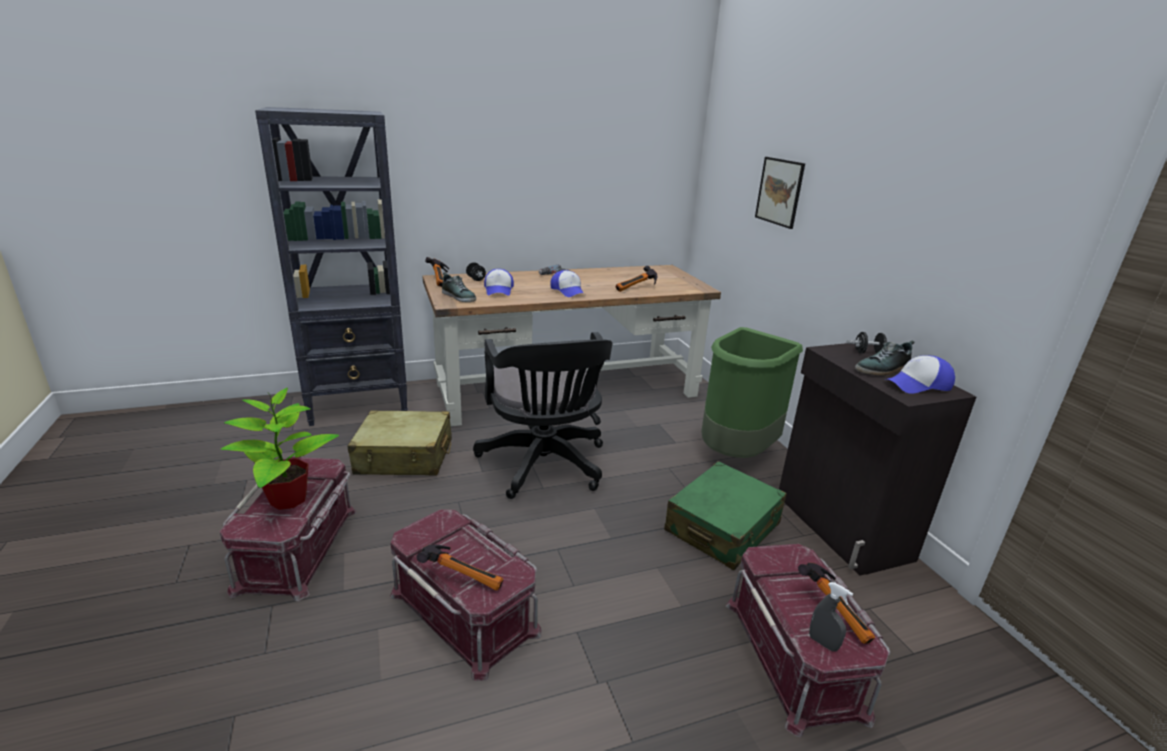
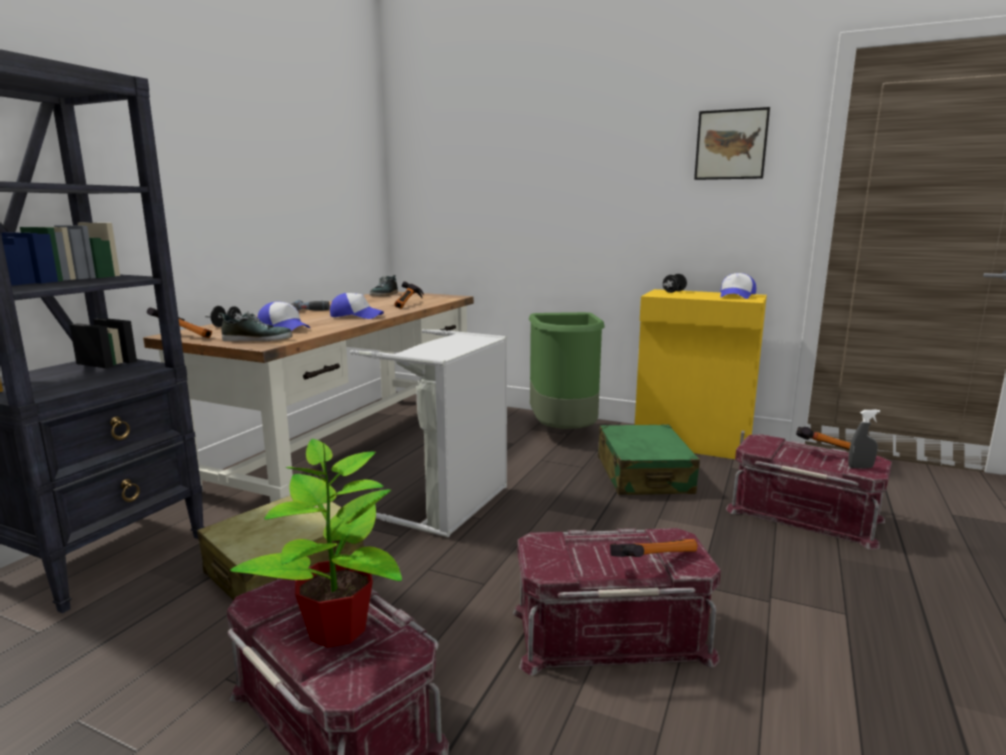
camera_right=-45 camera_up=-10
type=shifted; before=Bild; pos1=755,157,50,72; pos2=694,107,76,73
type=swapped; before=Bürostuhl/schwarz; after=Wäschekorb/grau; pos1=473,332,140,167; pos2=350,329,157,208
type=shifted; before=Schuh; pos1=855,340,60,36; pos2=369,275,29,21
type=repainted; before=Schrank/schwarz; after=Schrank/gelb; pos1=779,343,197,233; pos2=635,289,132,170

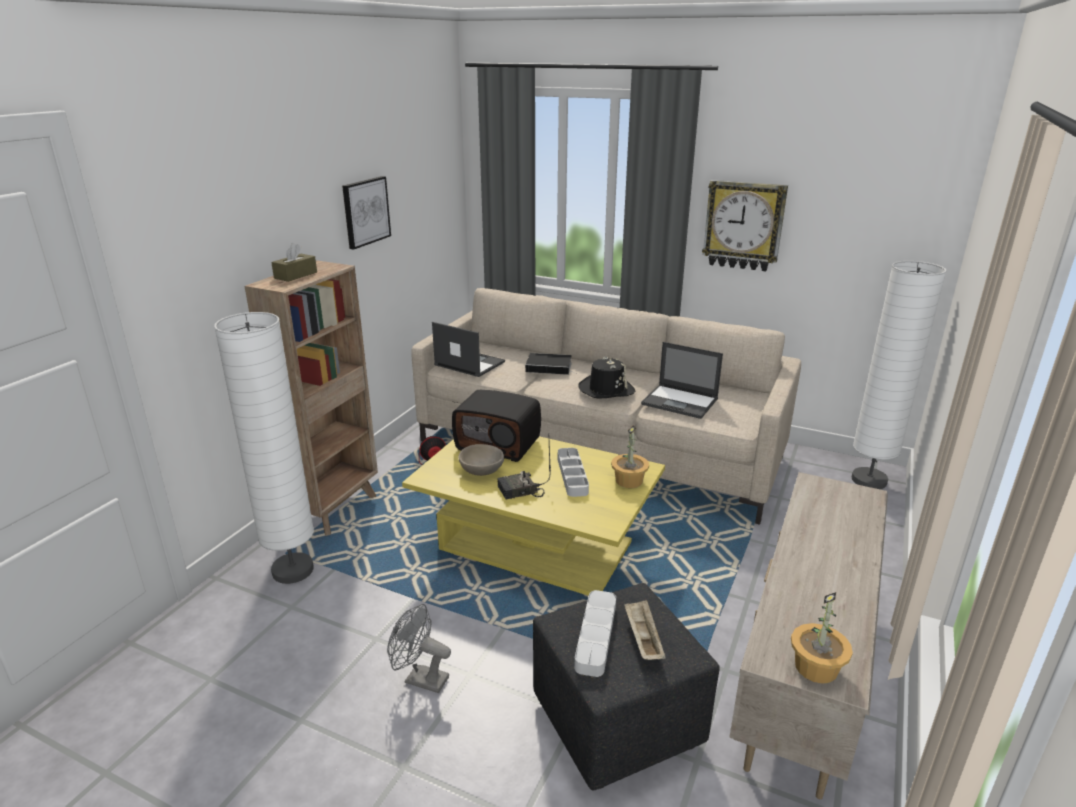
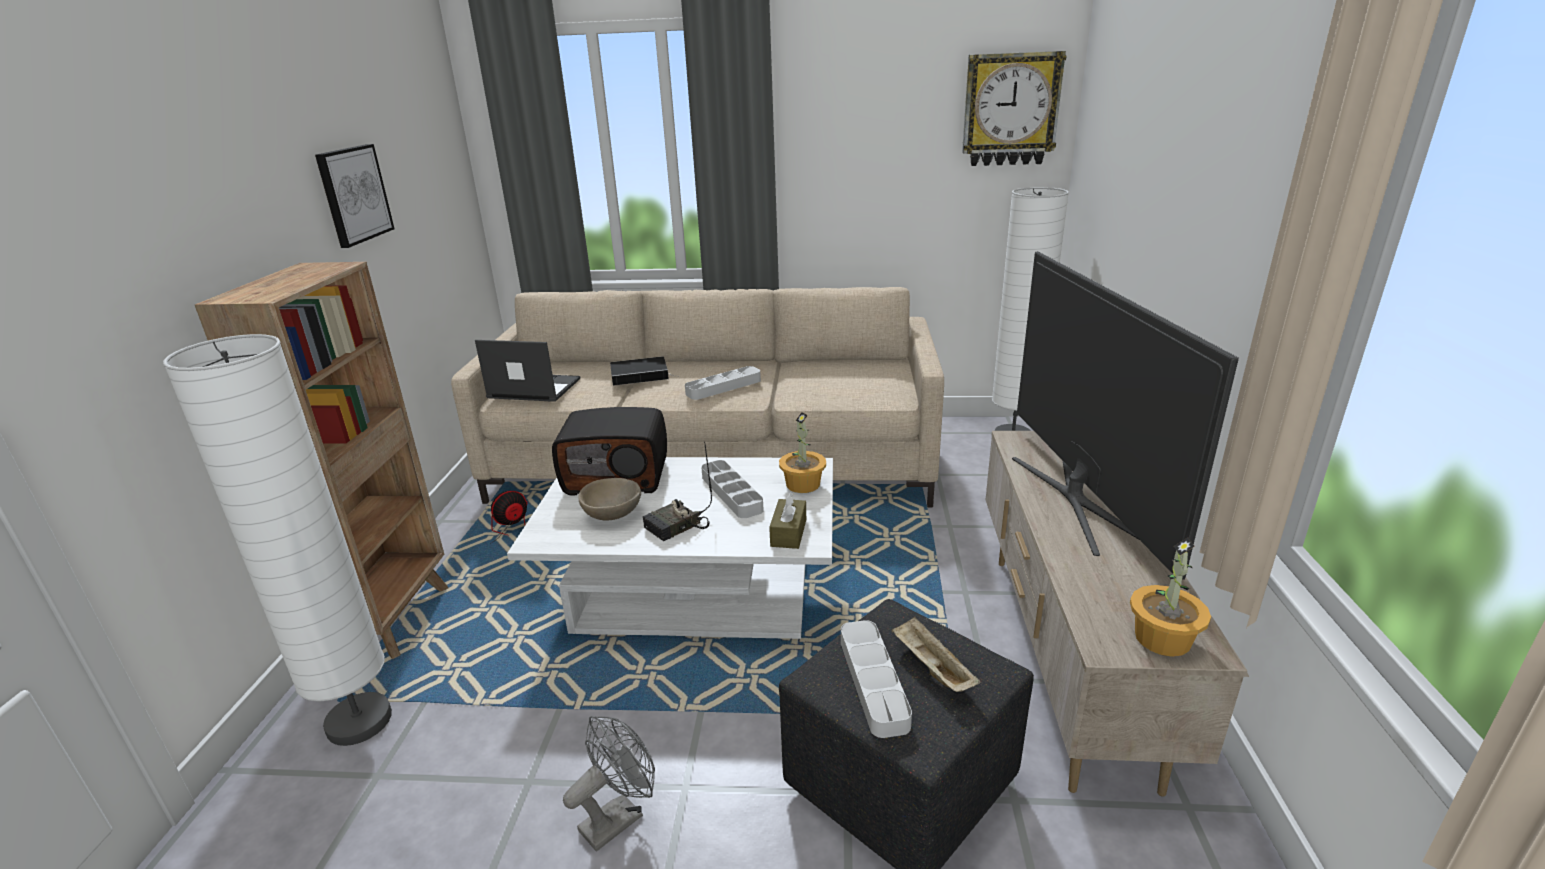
camera_right=-20 camera_up=0
type=shifted; before=Wanduhr; pos1=702,180,86,91; pos2=962,51,105,115
type=shifted; before=Taschentuchbox/braun; pos1=271,243,46,39; pos2=769,492,37,57
type=gone; before=Laptop; pos1=641,342,82,77
type=swapped; before=Hut/schwarz; after=Tablett/grau; pos1=578,356,57,43; pos2=685,366,76,34
type=repainted; before=Couchtisch/gelb; after=Couchtisch/weiß; pos1=402,436,263,160; pos2=507,457,326,182
type=rotated; before=Ventilator/grau; pos1=387,604,64,89; pos2=563,716,92,135; turn=135
type=new; after=Fernseher; pos2=1012,251,227,329

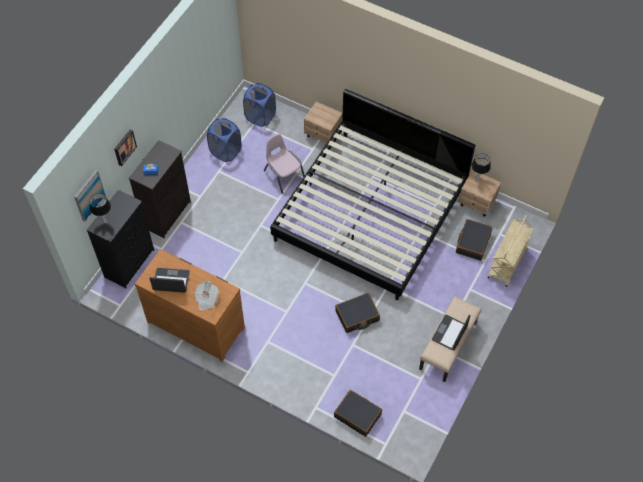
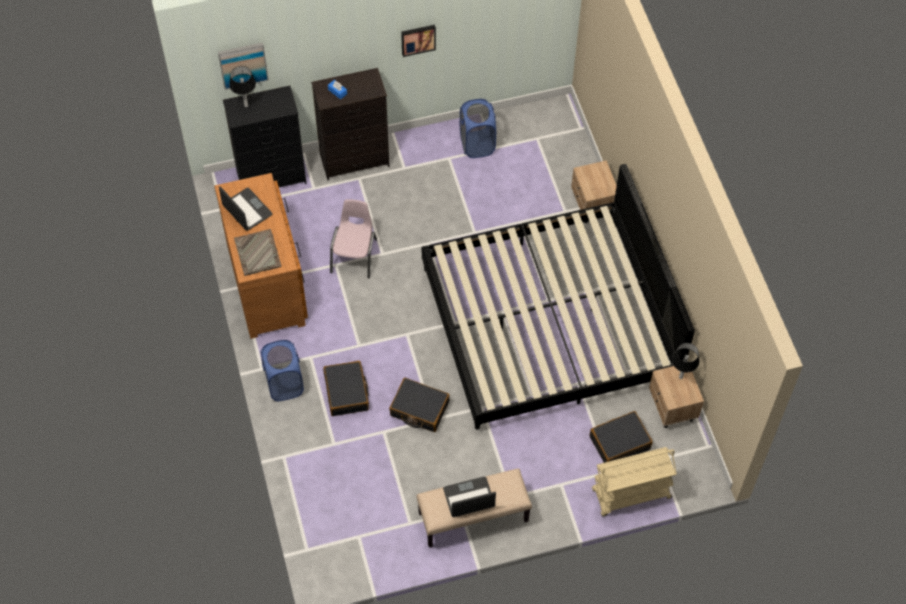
camera_right=45 camera_up=0
type=shifted; before=Wäschekorb/blau; pos1=243,83,33,44; pos2=261,340,43,61
type=shifted; before=Bild; pos1=114,130,23,36; pos2=401,25,35,32
type=shifted; before=Stuhl/rosa; pos1=264,134,41,60; pos2=330,199,47,80
type=swapped; before=Zeitung; after=Tablett/grau; pos1=194,281,25,29; pos2=234,229,48,47
type=shifted; before=Koffer/schwarz; pos1=334,390,48,47; pos2=323,361,46,55

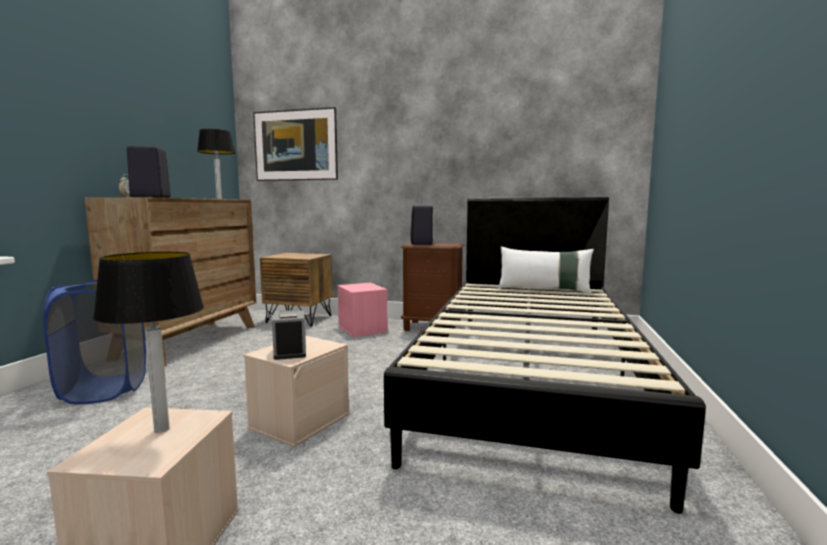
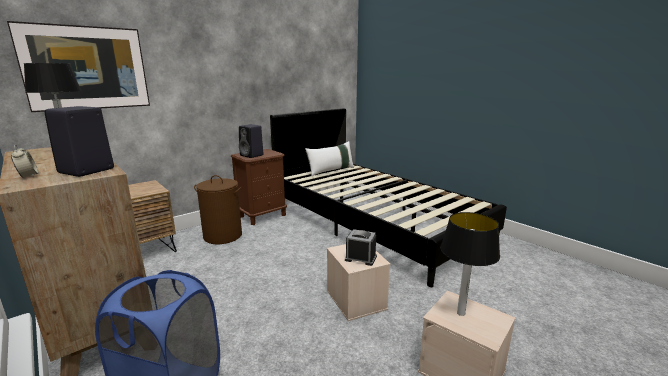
camera_right=-55 camera_up=10
type=swapped; before=Aufbewahrungsbox/rosa; after=Wäschekorb/braun; pos1=337,283,51,54; pos2=194,175,48,69

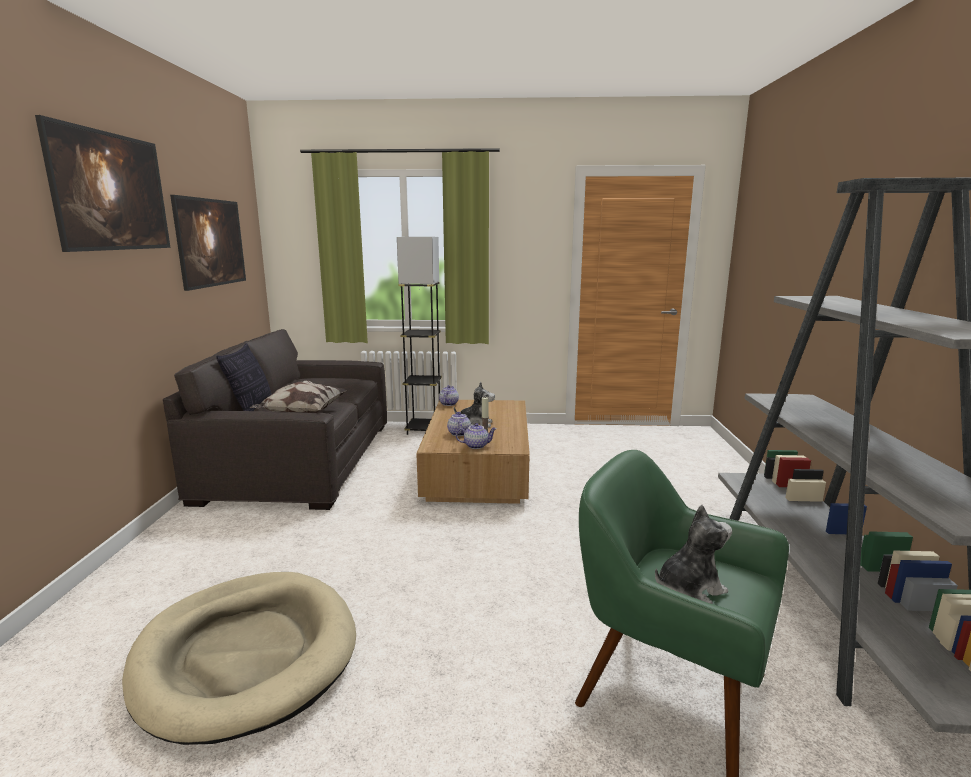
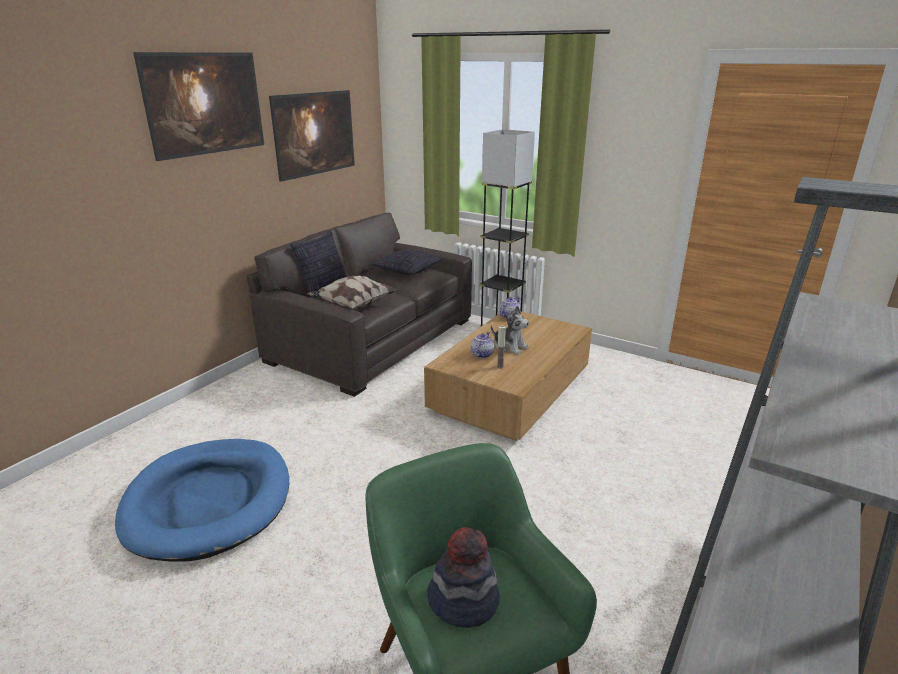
camera_right=30 camera_up=10
type=gone; before=Teekanne; pos1=456,423,41,26
type=swapped; before=Plüschtier; after=Hut; pos1=655,505,77,99; pos2=427,527,72,101
type=repainted; before=Hundebett/beige; after=Hundebett/blau; pos1=122,572,234,173; pos2=115,439,174,123
type=new; after=Kissen; pos2=370,249,73,26

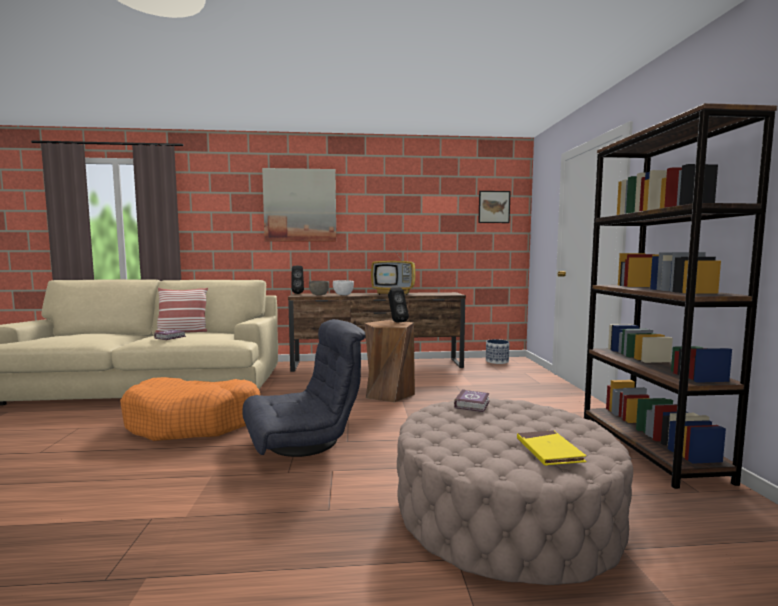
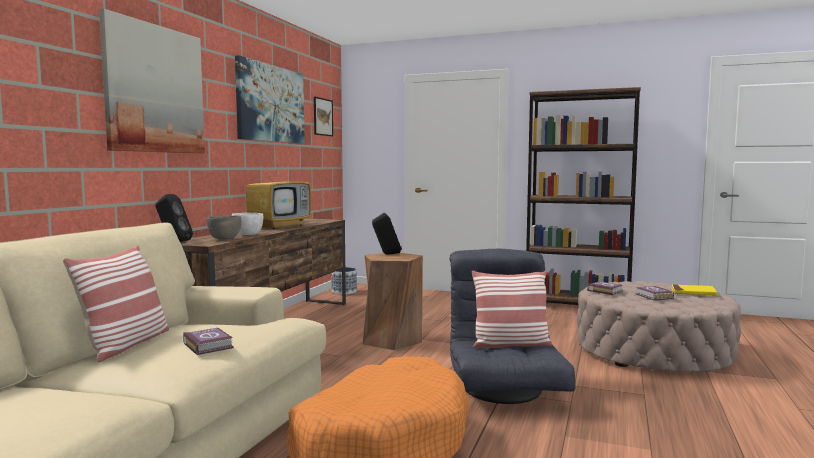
camera_right=-65 camera_up=0
type=new; after=Bild; pos2=235,55,70,89
type=new; after=Kissen; pos2=472,271,80,77
type=new; after=Buch; pos2=635,286,39,14

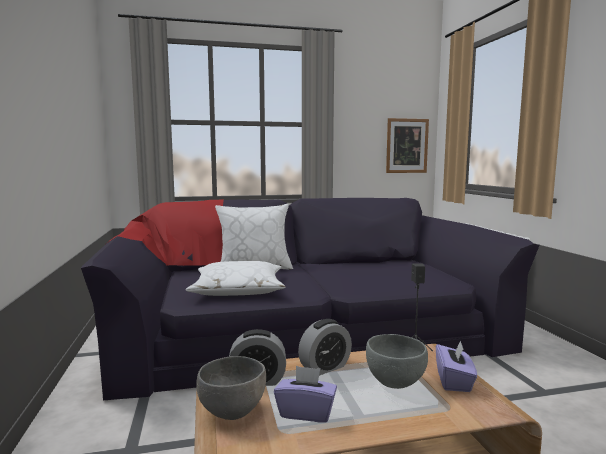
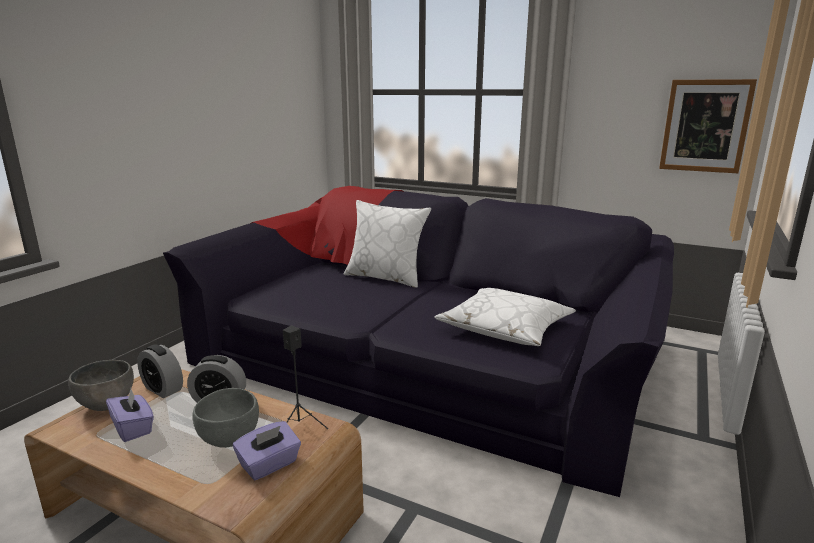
camera_right=40 camera_up=10
type=shifted; before=Kissen/weiß; pos1=185,261,101,35; pos2=434,288,142,58

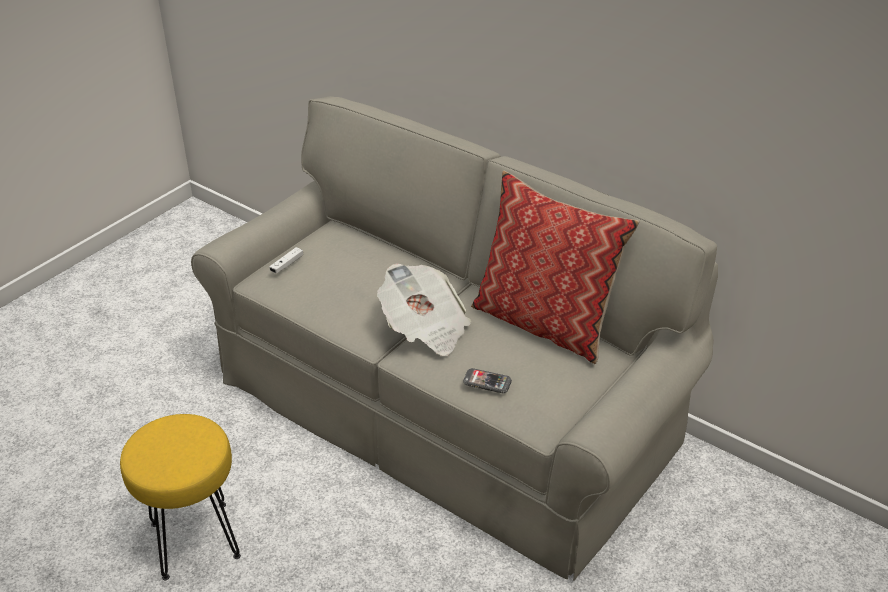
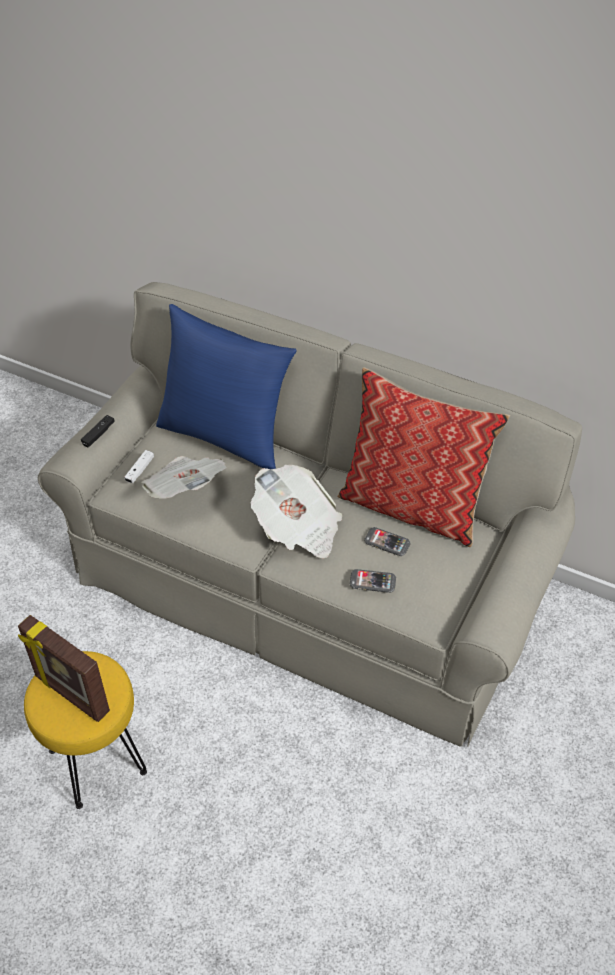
camera_right=-10 camera_up=10
type=new; after=Kissen/blau; pos2=156,304,141,165
type=new; after=Gamepad/schwarz; pos2=81,415,34,32
type=new; after=Zeitung; pos2=141,456,86,43
type=new; after=Handy; pos2=364,527,46,29
type=new; after=Bilderrahmen; pos2=18,615,92,107

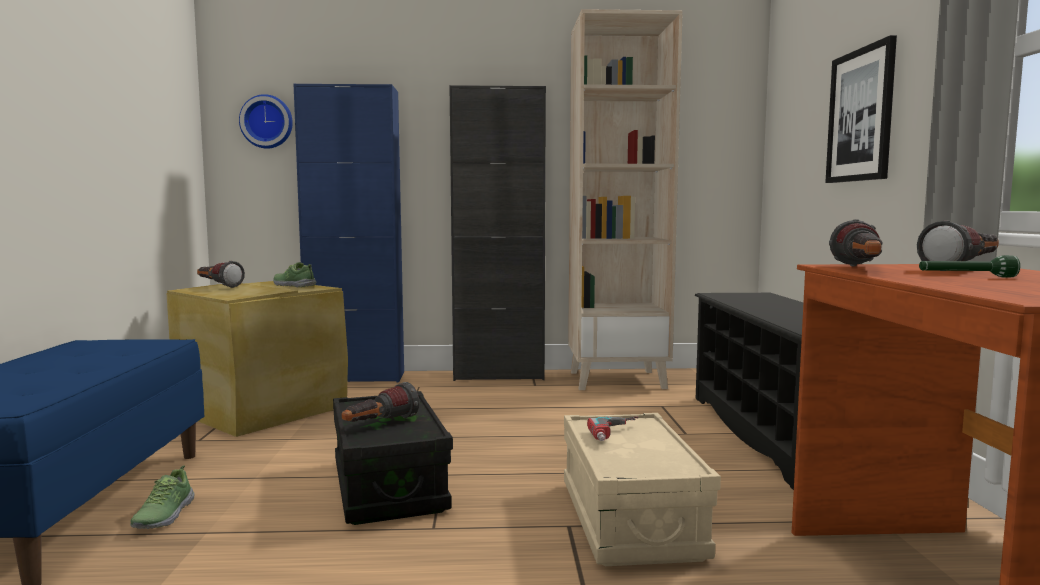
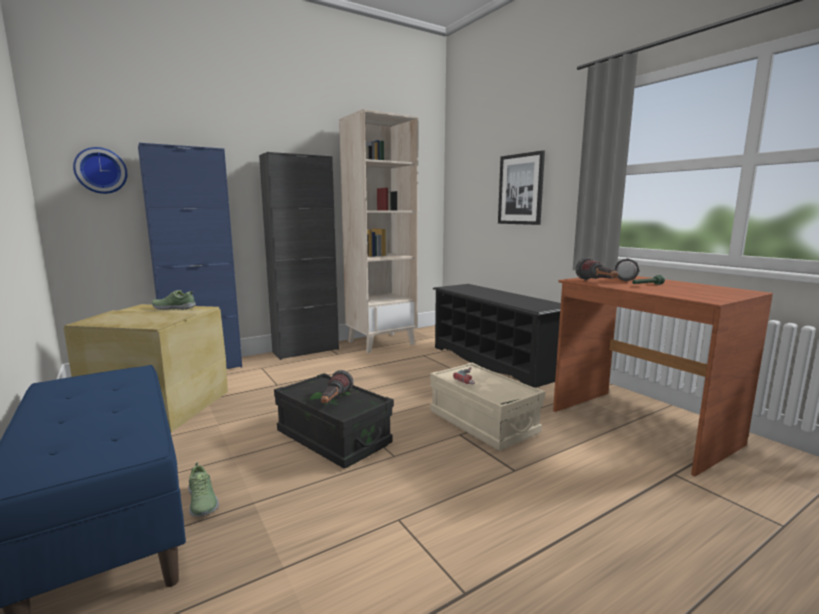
camera_right=-30 camera_up=5
type=gone; before=Taschenlampe; pos1=197,261,48,27

